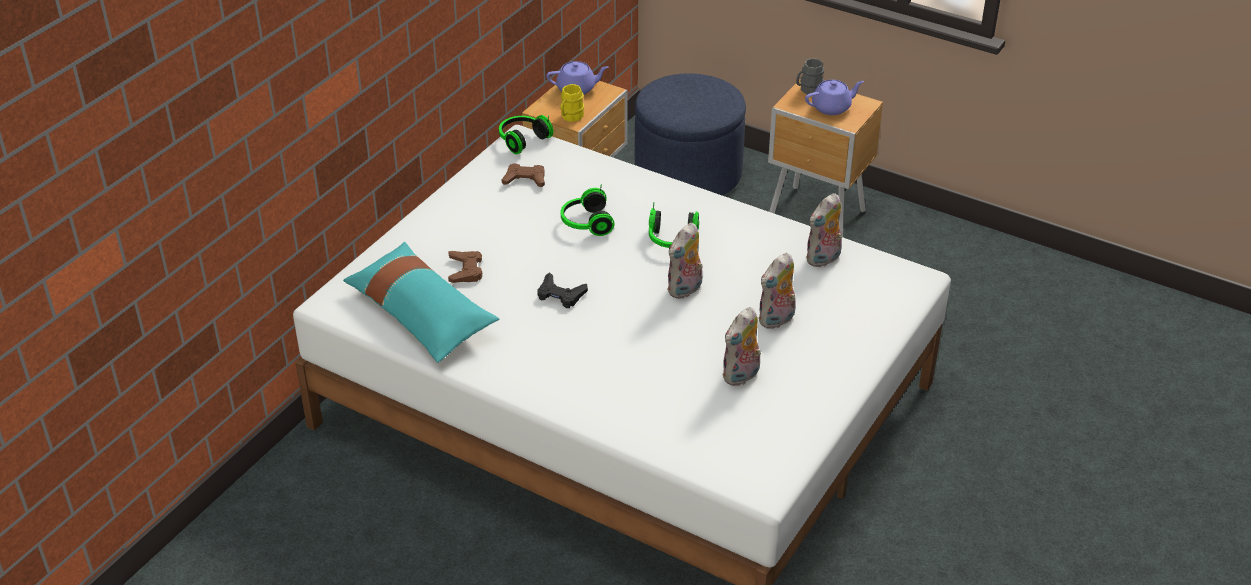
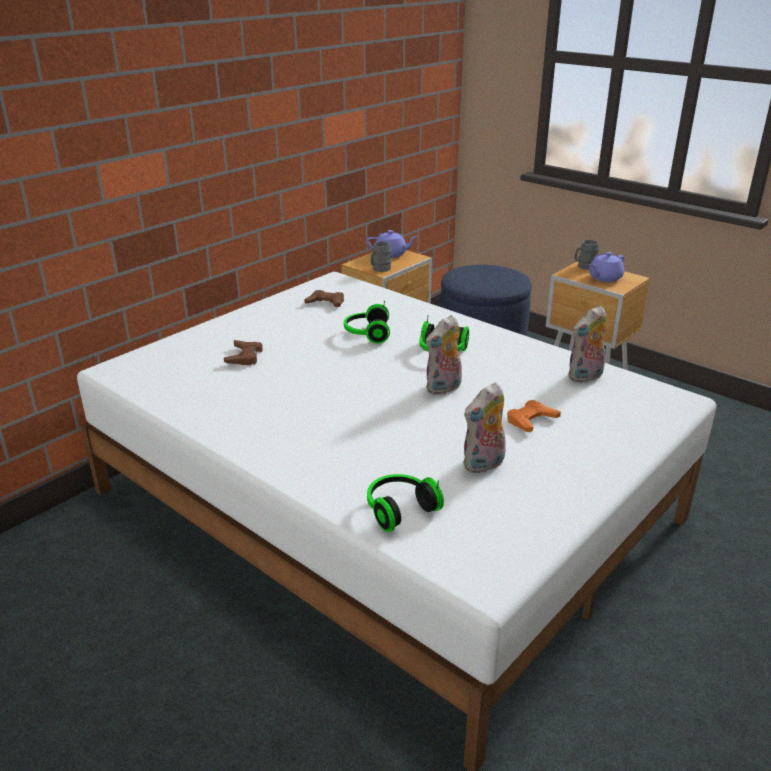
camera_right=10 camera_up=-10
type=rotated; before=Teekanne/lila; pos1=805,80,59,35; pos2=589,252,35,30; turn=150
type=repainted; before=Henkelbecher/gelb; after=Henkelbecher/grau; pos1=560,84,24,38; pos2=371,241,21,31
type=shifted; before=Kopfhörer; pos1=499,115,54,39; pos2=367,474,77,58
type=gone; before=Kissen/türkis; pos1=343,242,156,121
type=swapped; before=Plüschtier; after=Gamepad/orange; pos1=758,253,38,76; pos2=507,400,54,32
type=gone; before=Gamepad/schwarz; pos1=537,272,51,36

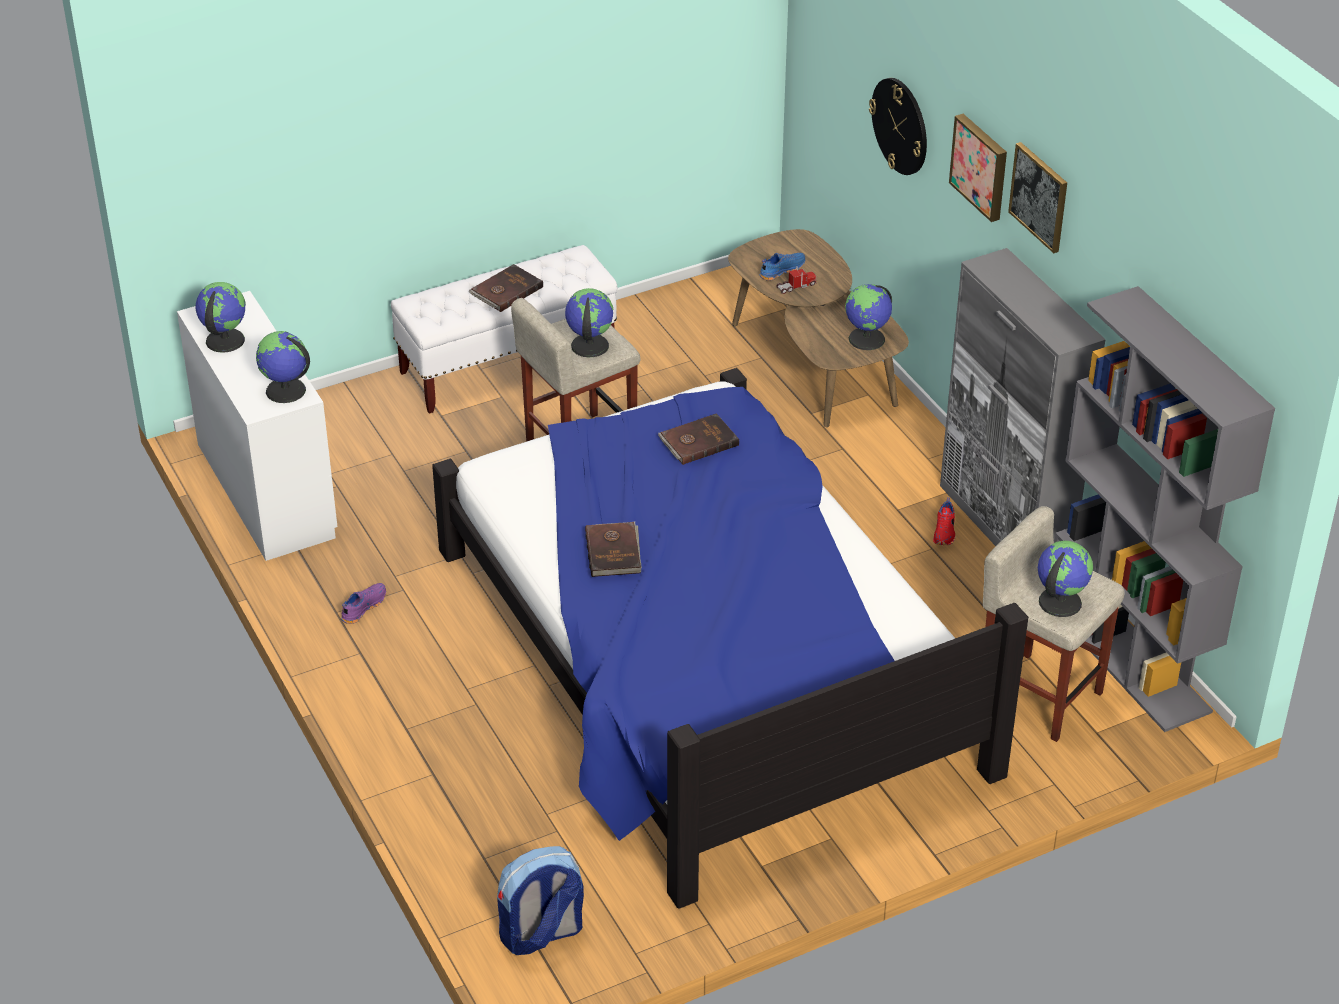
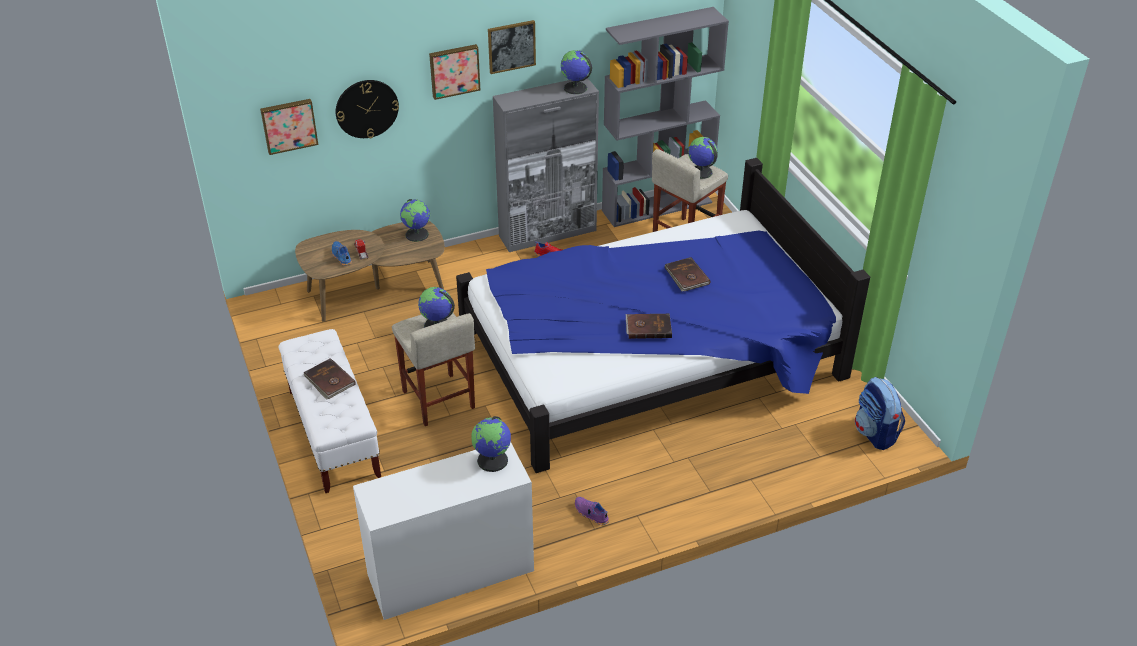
camera_right=-85 camera_up=0
type=shifted; before=Globus; pos1=196,282,50,71; pos2=561,50,31,44
type=shifted; before=Buch/braun; pos1=658,413,81,52; pos2=665,257,45,35
type=new; after=Bild; pos2=260,99,58,56

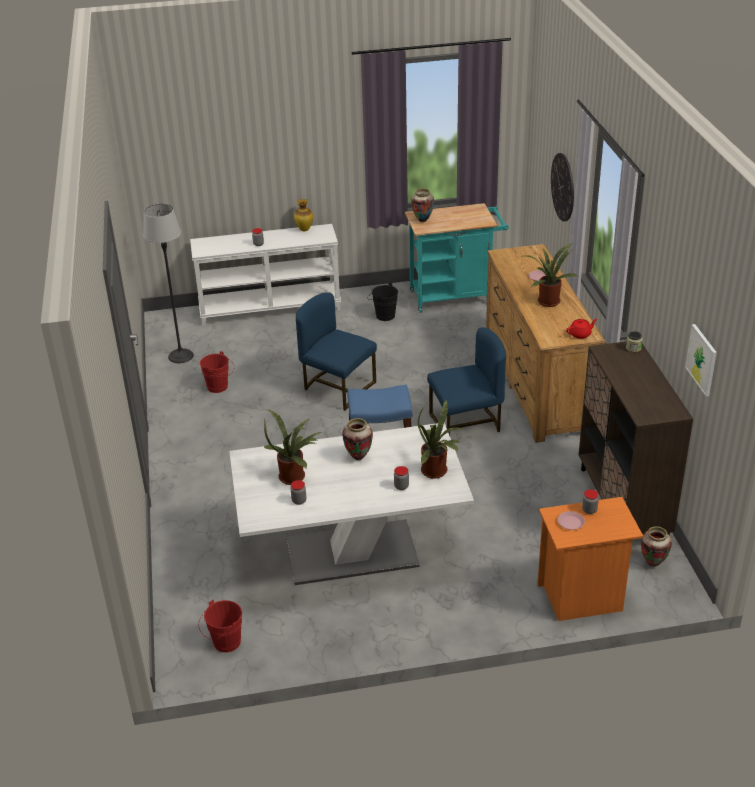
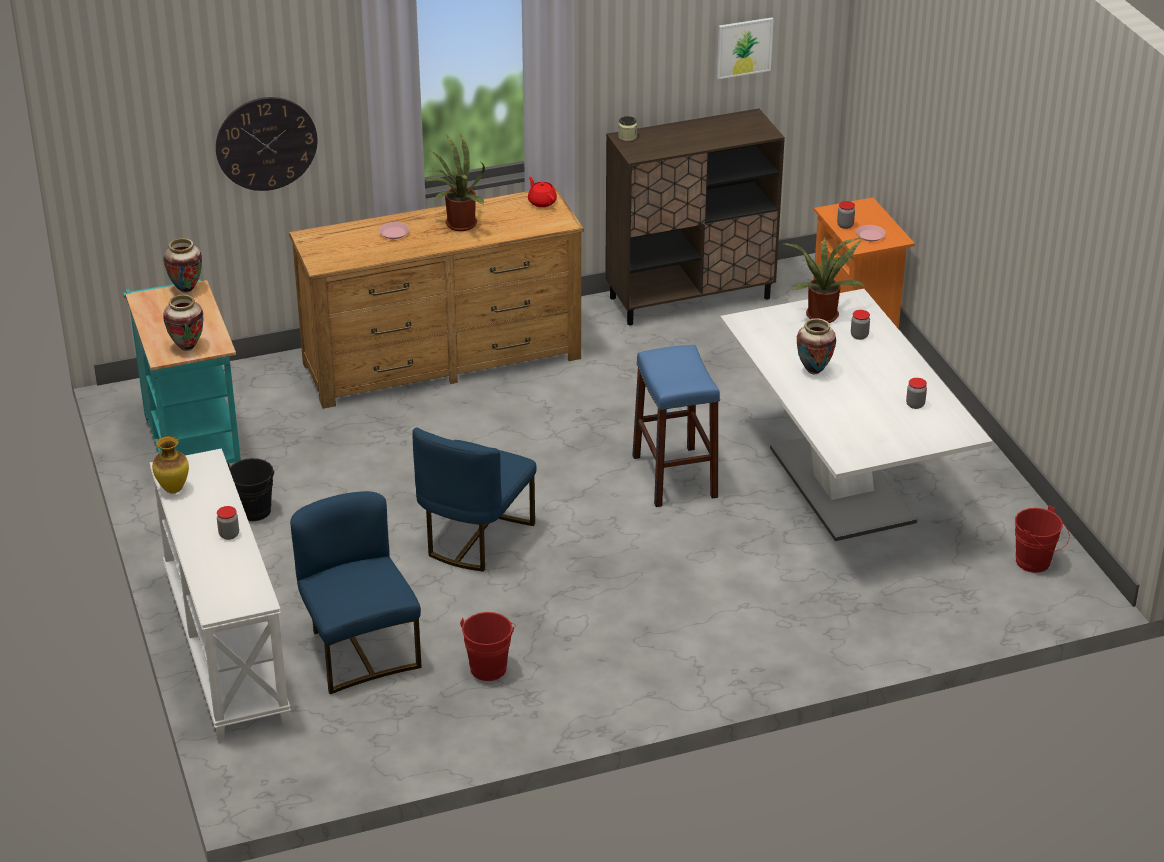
camera_right=-100 camera_up=0
type=gone; before=Stehlampe; pos1=143,204,51,159
type=shifted; before=Stuhl/blau; pos1=427,327,79,109; pos2=290,491,132,203
type=gone; before=Topfpflanze; pos1=264,409,58,76
type=shifted; before=Vase; pos1=641,526,31,41; pos2=163,238,39,55

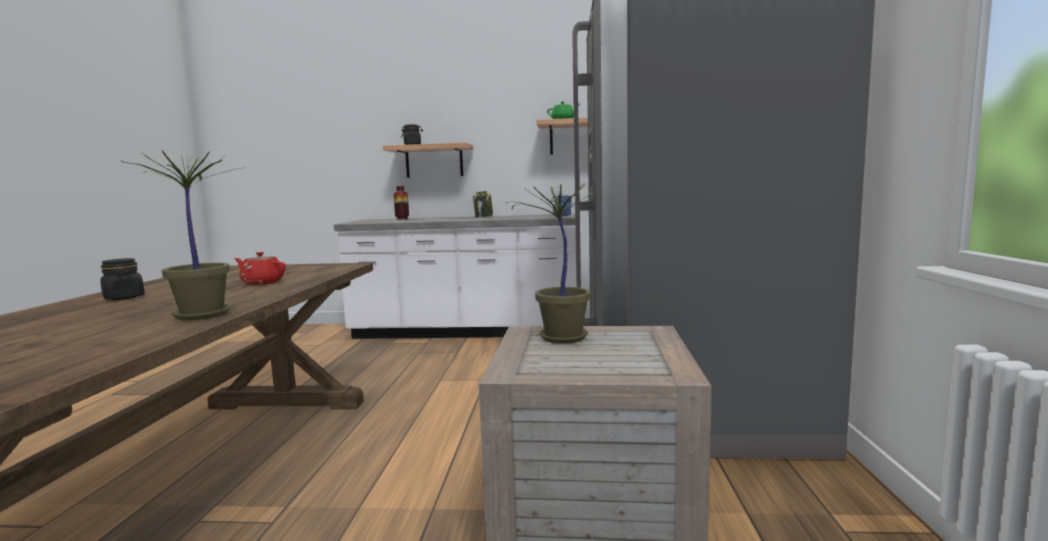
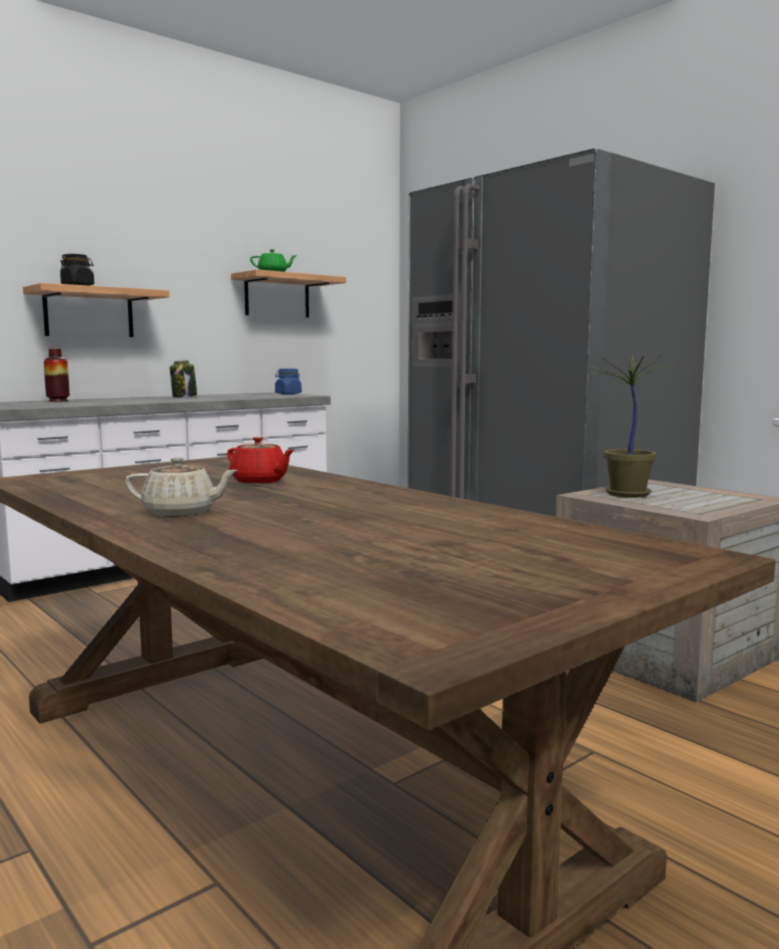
camera_right=-45 camera_up=0
type=gone; before=Topfpflanze; pos1=120,151,125,170
type=rotated; before=Teekanne/rot; pos1=234,252,52,33; pos2=227,437,67,47; turn=-120
type=swapped; before=Vorratsglas/schwarz; after=Teekanne/beige; pos1=100,258,45,42; pos2=125,458,113,59

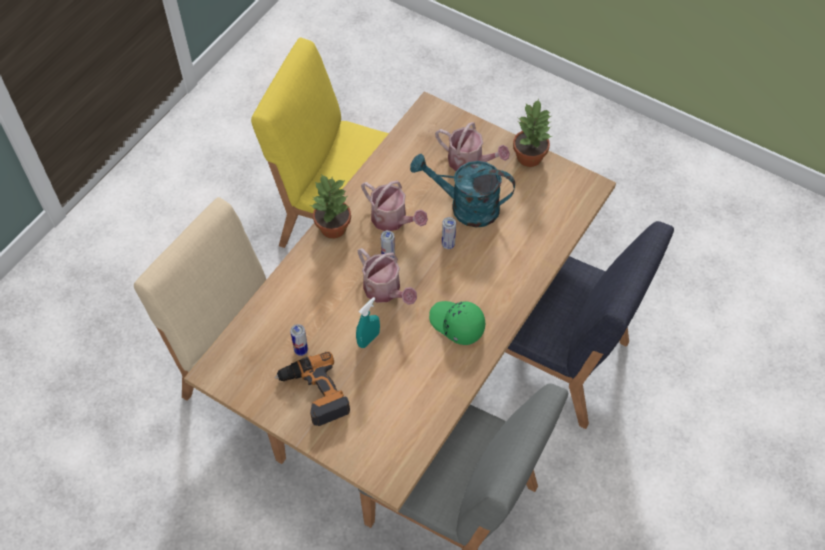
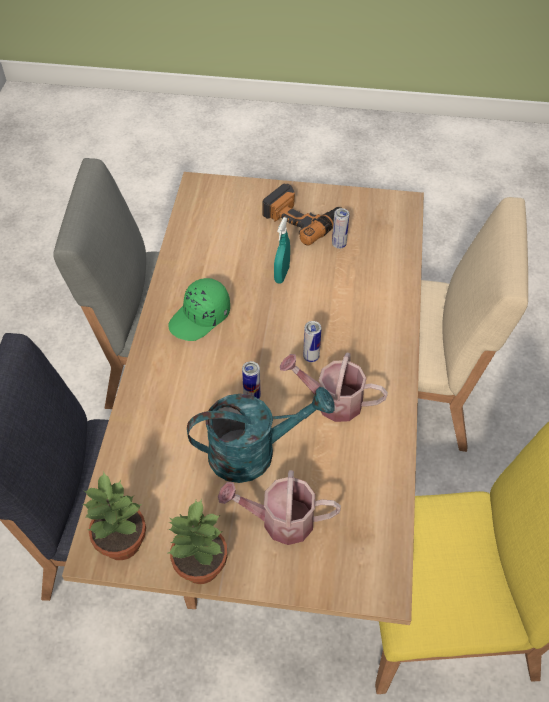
camera_right=155 camera_up=-5
type=shifted; before=Topfpflanze; pos1=310,174,41,65; pos2=83,472,63,88
type=gone; before=Gießkanne; pos1=358,248,59,57
type=rotated; before=Kappe/grün; pos1=429,301,56,44; pos2=169,278,61,63; turn=120

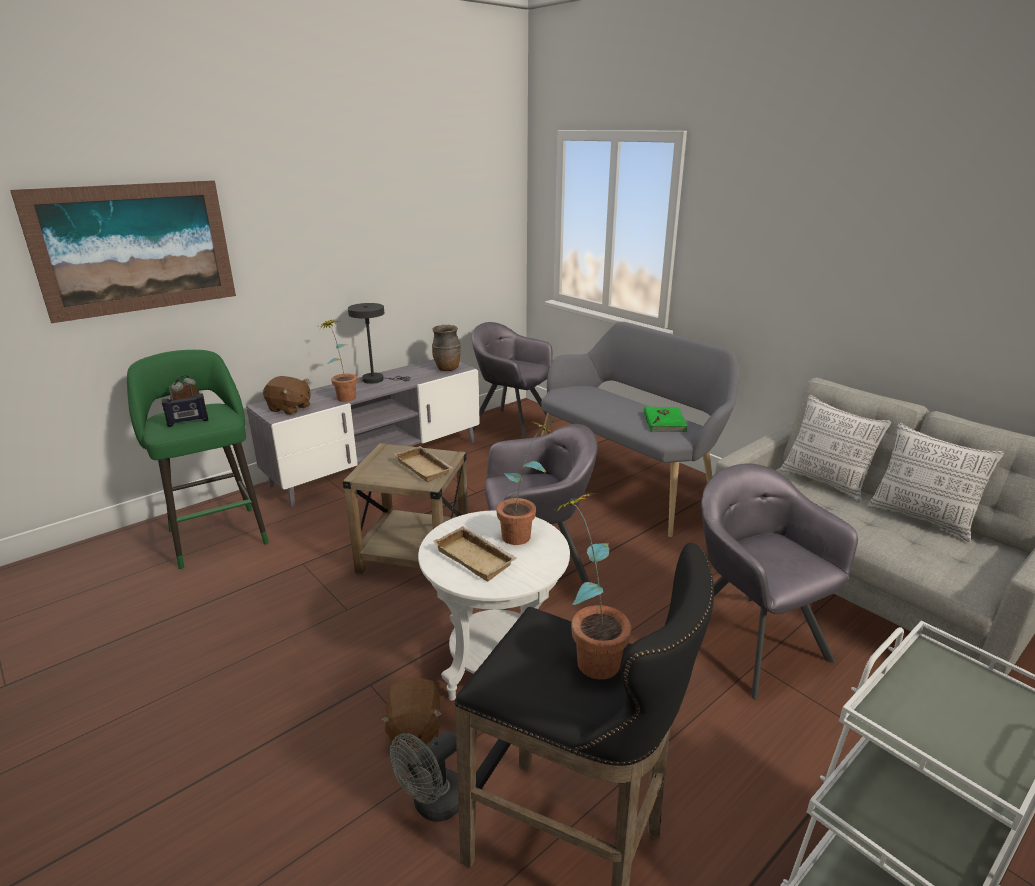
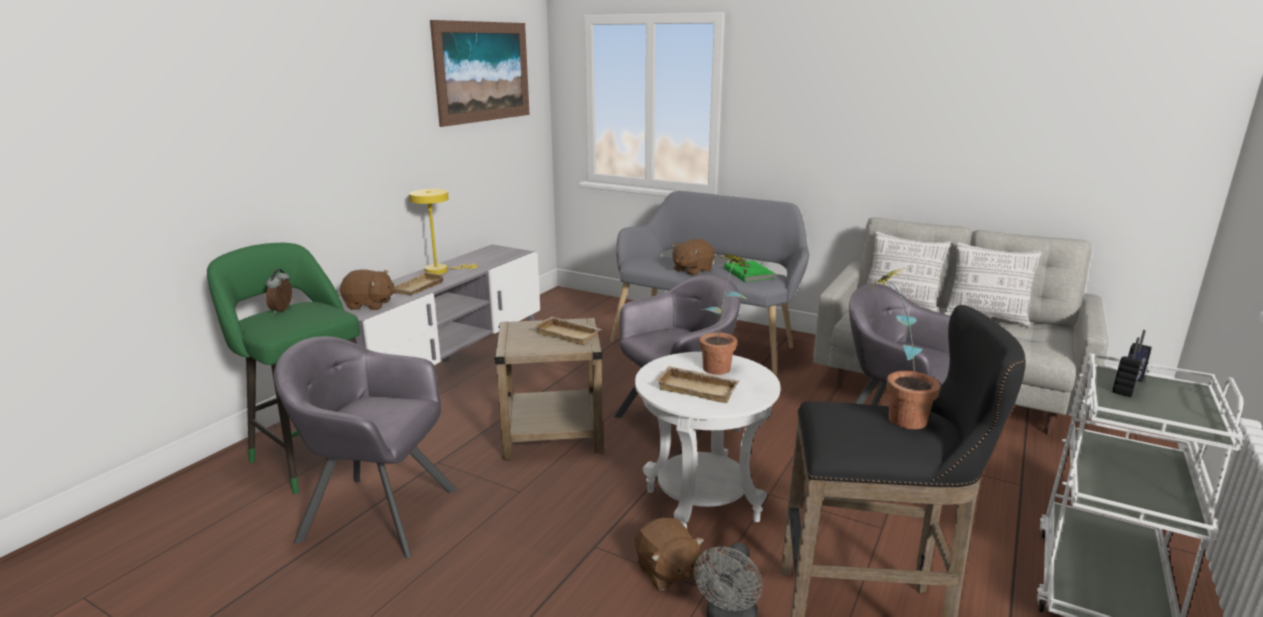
camera_right=-20 camera_up=-5
type=shifted; before=Bild; pos1=10,180,226,143; pos2=430,20,100,107
type=repainted; before=Tischlampe/grau; after=Tischlampe/gelb; pos1=348,303,62,81; pos2=409,189,68,85
type=swapped; before=Topfpflanze; after=Tablett/beige; pos1=319,318,38,84; pos2=394,271,52,24
type=shifted; before=Sessel/grau; pos1=472,322,84,117; pos2=274,336,183,222
type=gone; before=Vase/braun; pos1=432,325,29,46
type=shifted; before=Radio; pos1=162,383,46,44; pos2=1112,330,40,67
type=new; after=Plüschtier/braun; pos2=672,239,43,37

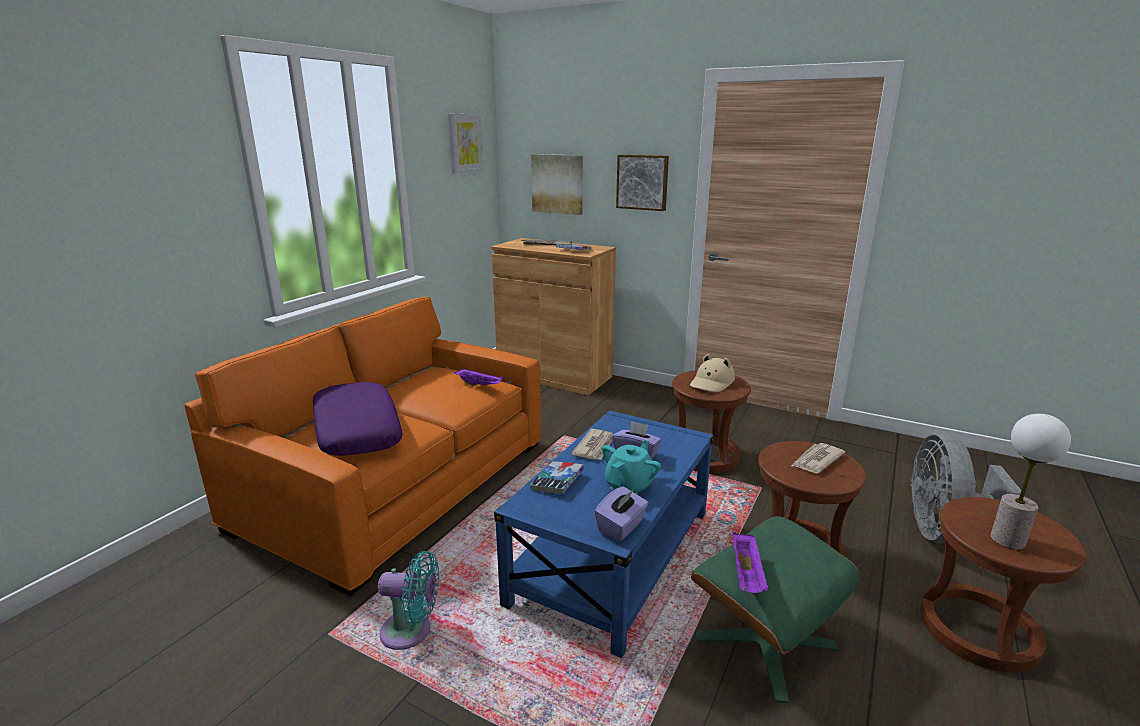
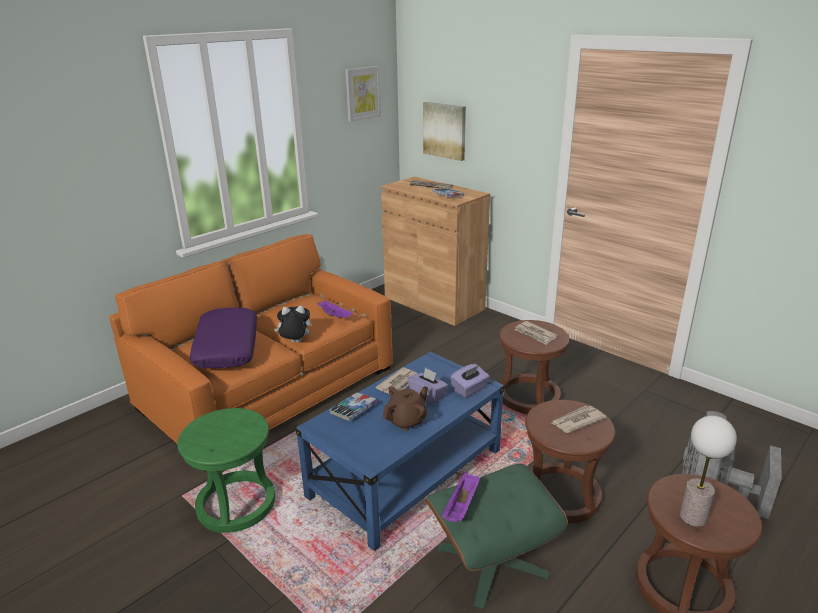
camera_right=15 camera_up=5
type=gone; before=Bild; pos1=616,155,53,56
type=swapped; before=Hut/beige; after=Zeitung; pos1=690,354,45,38; pos2=515,321,42,24
type=repainted; before=Teekanne/türkis; after=Teekanne/braun; pos1=602,440,59,55; pos2=383,386,45,45
type=shifted; before=Taschentuchbox/lila; pos1=594,486,55,55; pos2=450,364,40,34
type=swapped; before=Ventilator/türkis; after=Hocker/grün; pos1=378,551,61,99; pos2=177,408,98,125
type=new; after=Plüschtier; pos2=274,305,37,38

